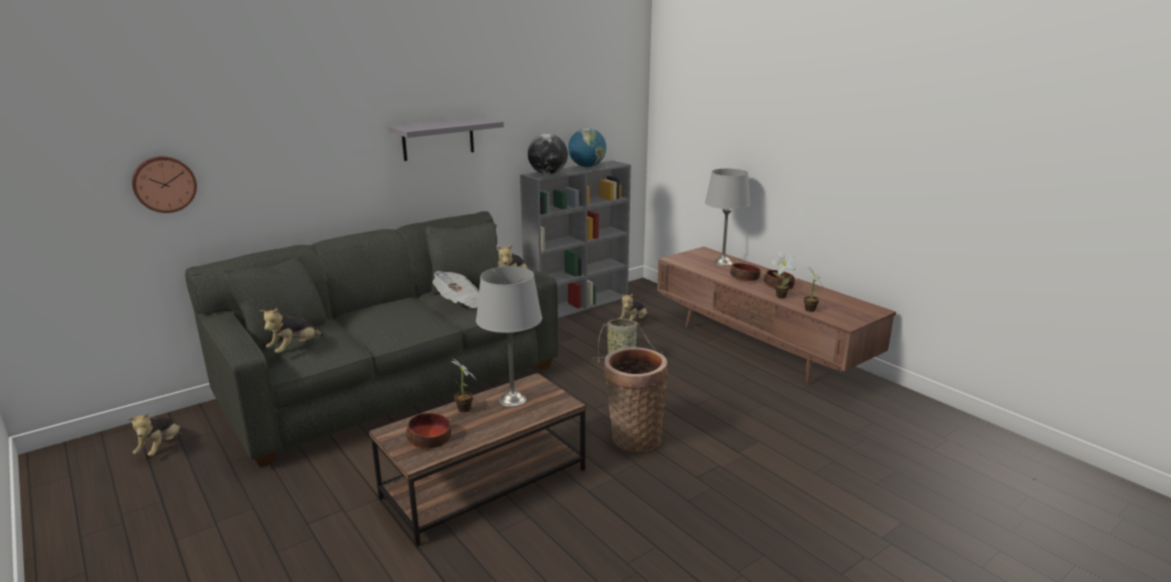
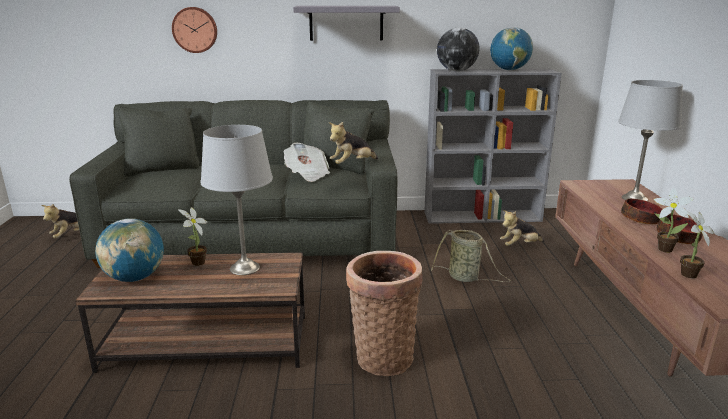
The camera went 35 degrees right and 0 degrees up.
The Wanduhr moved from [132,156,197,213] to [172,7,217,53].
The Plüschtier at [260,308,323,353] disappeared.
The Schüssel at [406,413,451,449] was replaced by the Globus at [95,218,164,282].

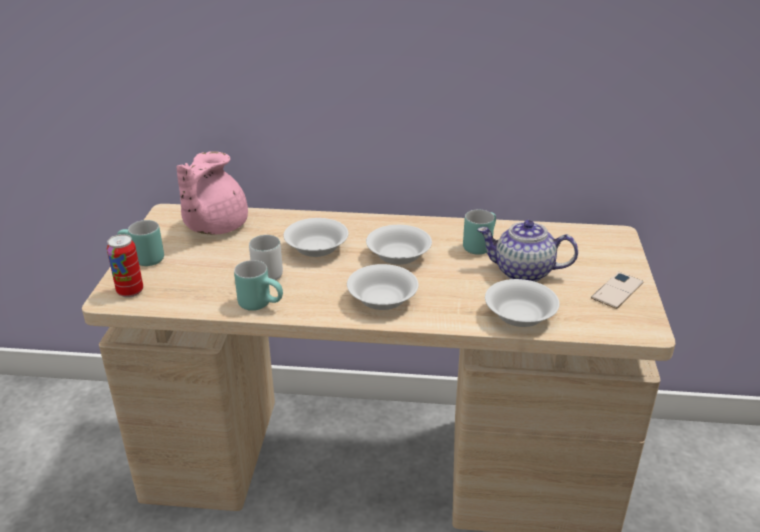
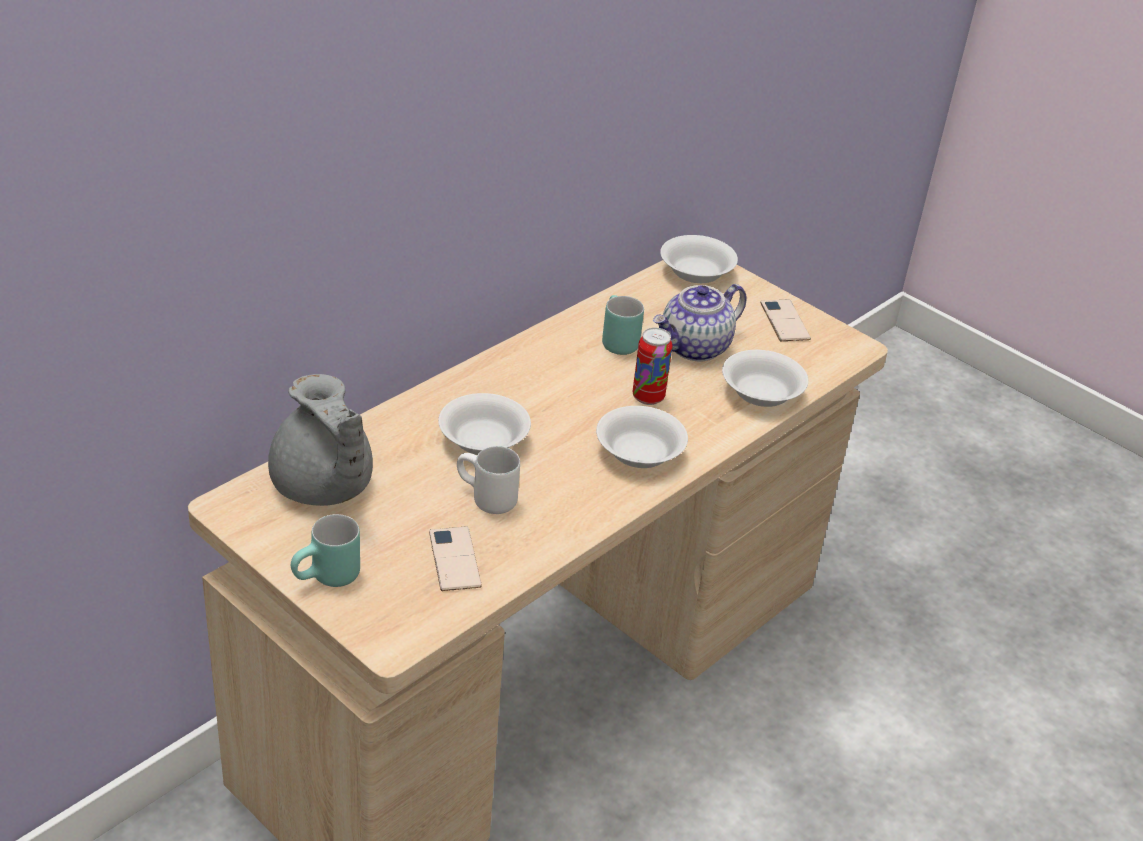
The camera went 55 degrees left and 5 degrees up.
The Dose moved from [107,234,143,298] to [632,328,673,405].
The Teekanne (rosa) at [176,151,248,235] became the Teekanne (grau) at [268,374,373,506].
The Henkelbecher (türkis) at [234,260,283,311] disappeared.
The Schüssel (weiß) moved from [366,225,432,265] to [660,235,738,283].
The Handy at [429,526,482,591] appeared.

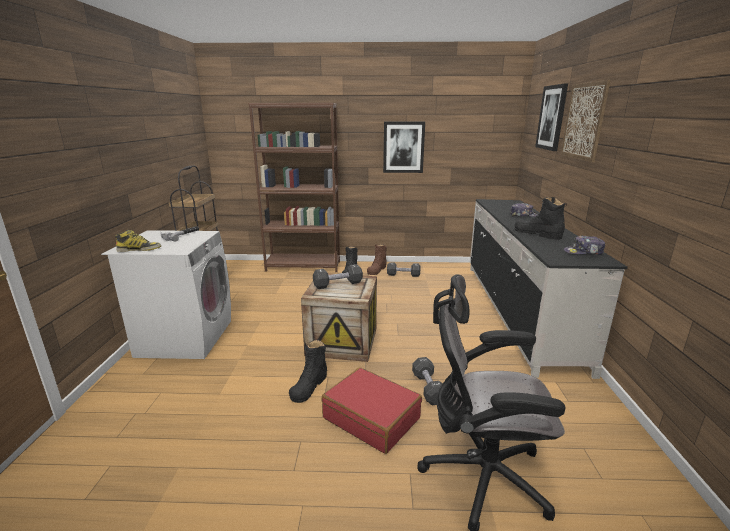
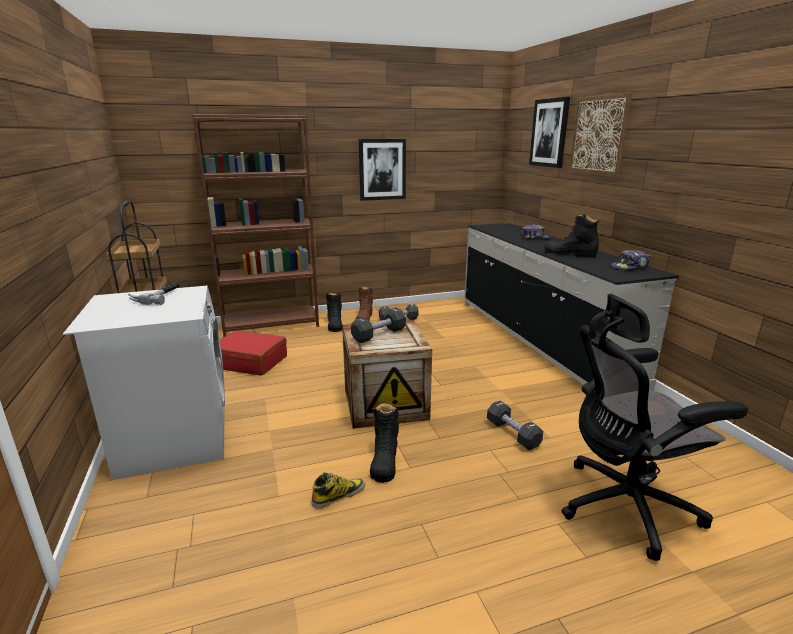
The camera went 20 degrees left and 0 degrees up.
The Stiefel moved from [116,230,161,252] to [312,472,365,509].
The Koffer (rot) moved from [322,367,422,454] to [220,330,287,376].

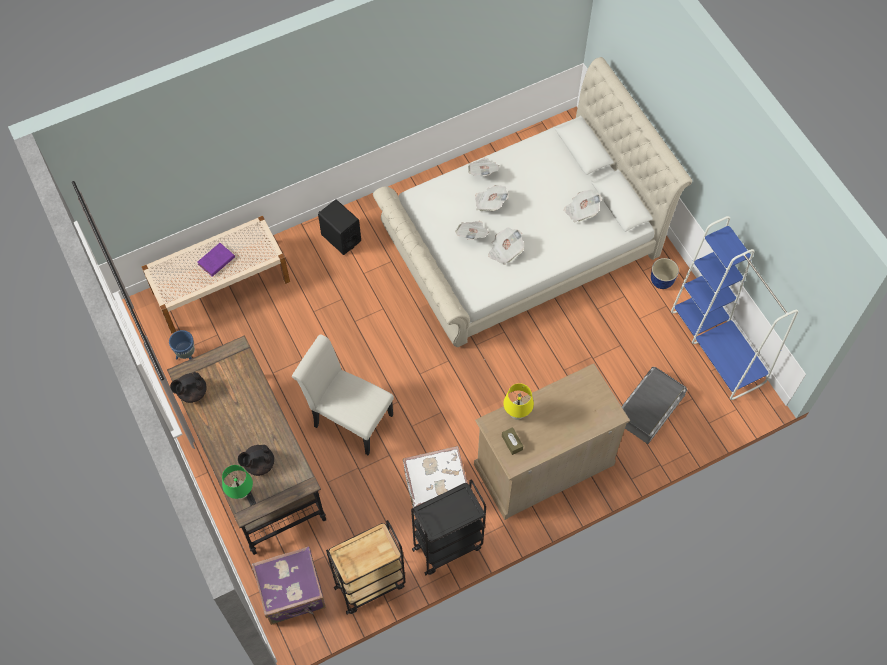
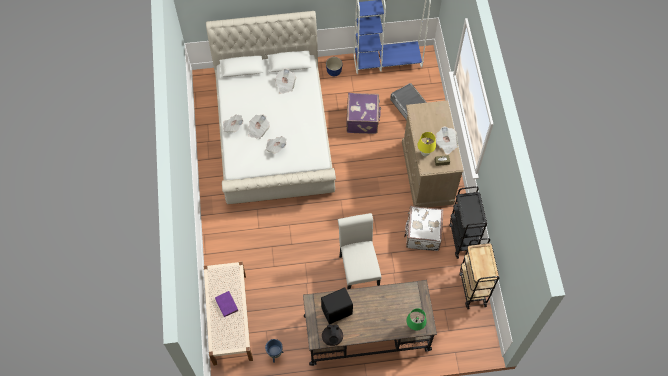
The camera went 70 degrees left and 0 degrees up.
The Teekanne (schwarz) at [238,445,274,476] disappeared.
The Koffer (lila) moved from [252,546,326,625] to [347,93,381,134].
The Stuhl (weiß) at [292,334,394,455] turned 120 degrees clockwise.
The Lautsprecher (schwarz) moved from [318,199,361,255] to [321,287,353,324].
The Zeitung moved from [488,227,524,265] to [436,126,458,155].

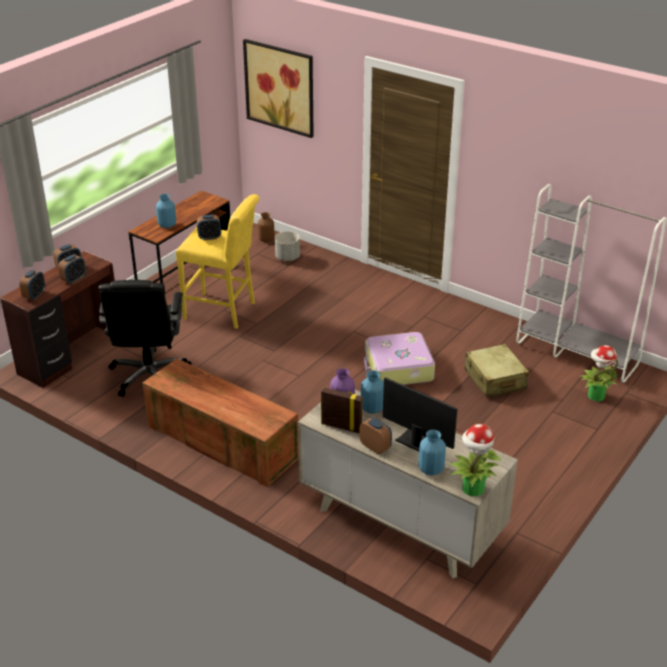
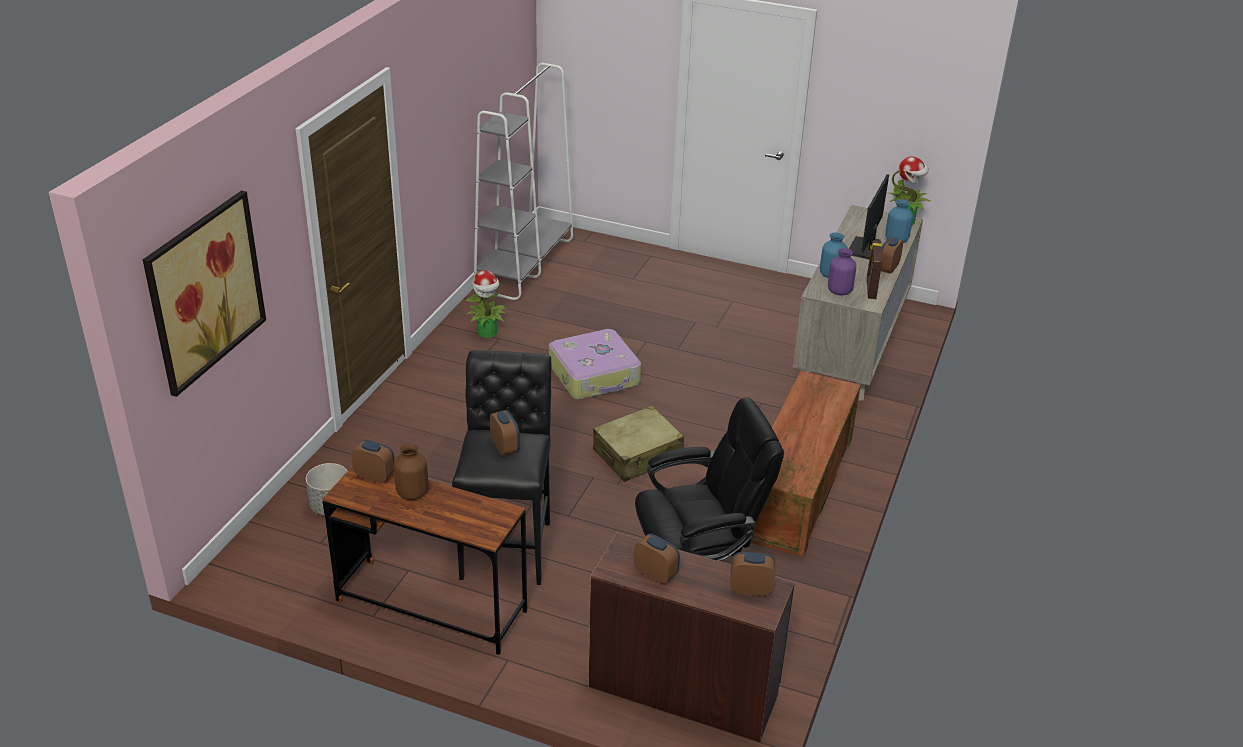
The camera went 105 degrees left and 0 degrees up.
The Wecker moved from [58,254,86,284] to [351,440,395,484].
The Vase (blau) at [156,194,176,228] disappeared.
The Hocker (gelb) at [176,194,259,329] became the Hocker (schwarz) at [452,350,552,585].
The Vase (braun) moved from [258,212,274,242] to [394,443,429,500].
The Koffer (beige) moved from [465,344,529,398] to [593,406,684,482].
The Topfpflanze moved from [581,345,618,401] to [465,270,506,338].

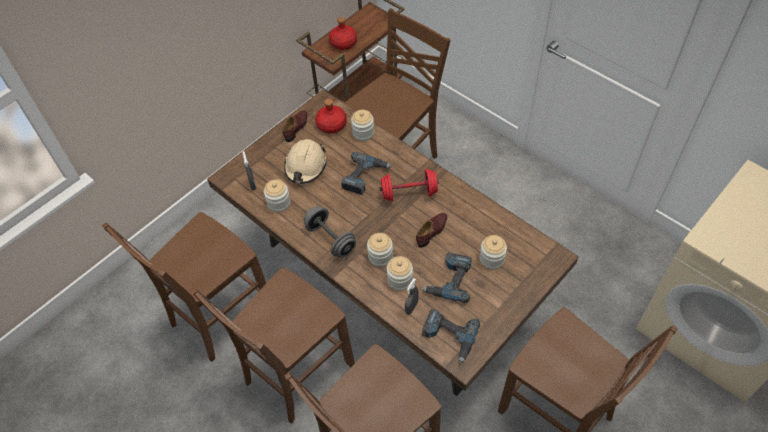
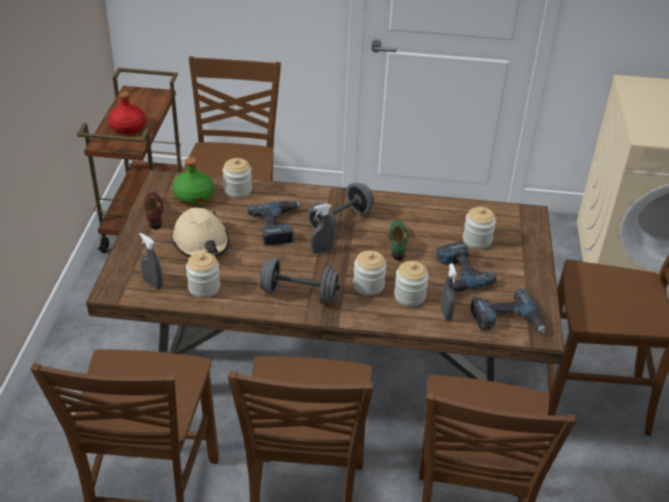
The camera went 40 degrees left and 15 degrees down.
The Flasche (rot) at [315,99,347,134] became the Flasche (grün) at [173,157,214,204].
The Hantel (rot) at [380,169,439,202] became the Hantel (grau) at [308,183,374,230].
The Schuh (braun) at [416,213,447,248] became the Schuh (grün) at [389,220,408,261].
The Sprühflasche (grau) at [310,204,335,254] appeared.

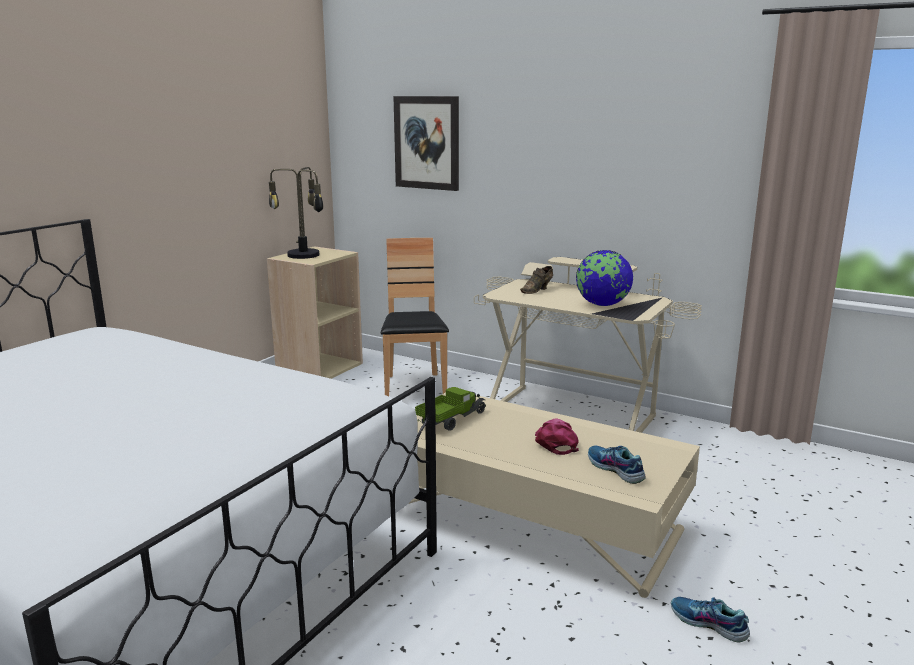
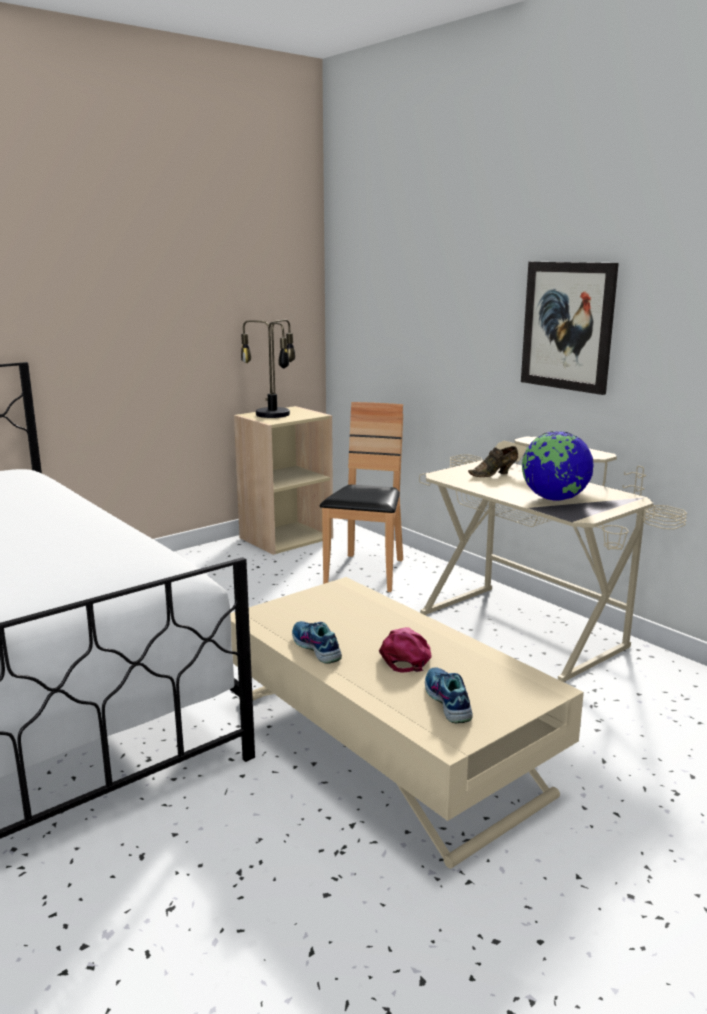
The camera went 20 degrees right and 0 degrees up.
The Bild moved from [393,96,459,191] to [521,262,619,395].
The Spielzeuglaster at [415,387,486,431] disappeared.
The Schuh moved from [671,597,750,643] to [292,621,342,664].

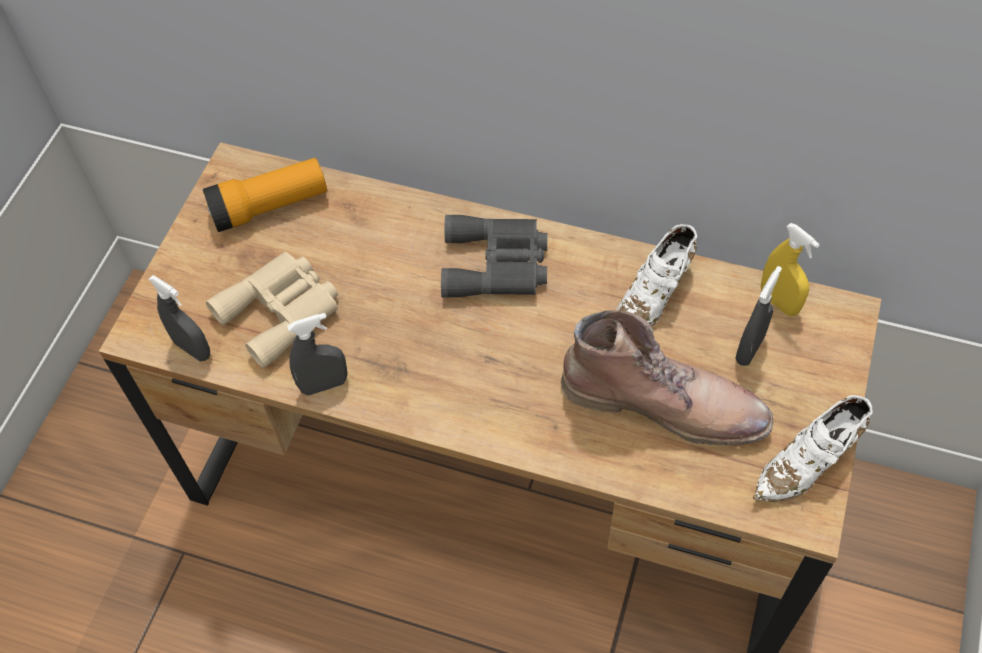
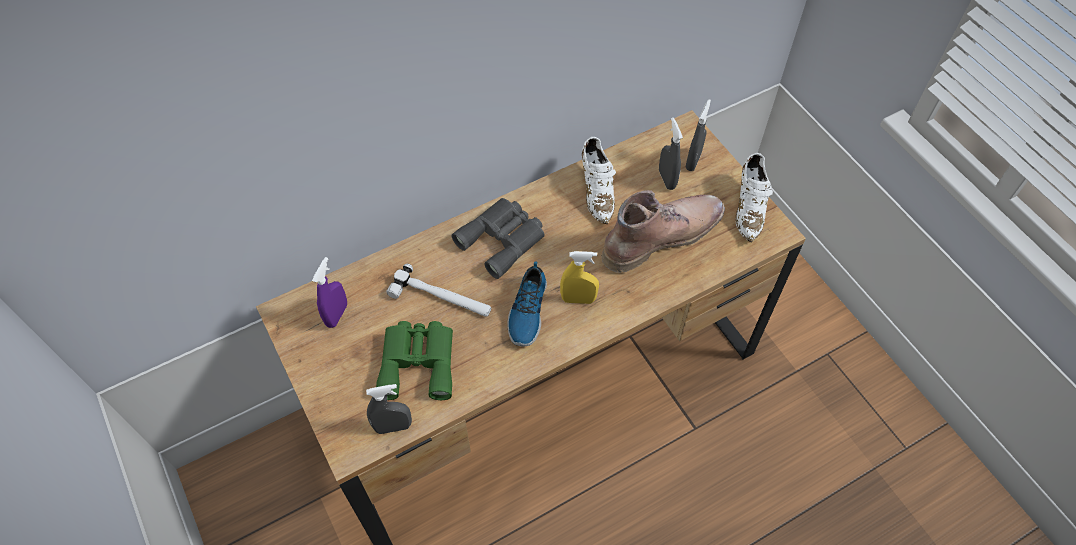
The camera went 50 degrees left and 0 degrees up.
The Taschenlampe at [203,158,327,232] was replaced by the Sprühflasche (lila) at [312,257,347,328].
The Fernglas (beige) at [206,252,338,368] became the Fernglas (grün) at [376,321,453,400].
The Sprühflasche (grau) moved from [287,313,348,395] to [685,99,711,171].
The Sprühflasche (gelb) moved from [761,223,820,316] to [560,251,599,304].
The Hammer at [386,264,491,317] appeared.
The Schuh at [507,261,547,346] appeared.

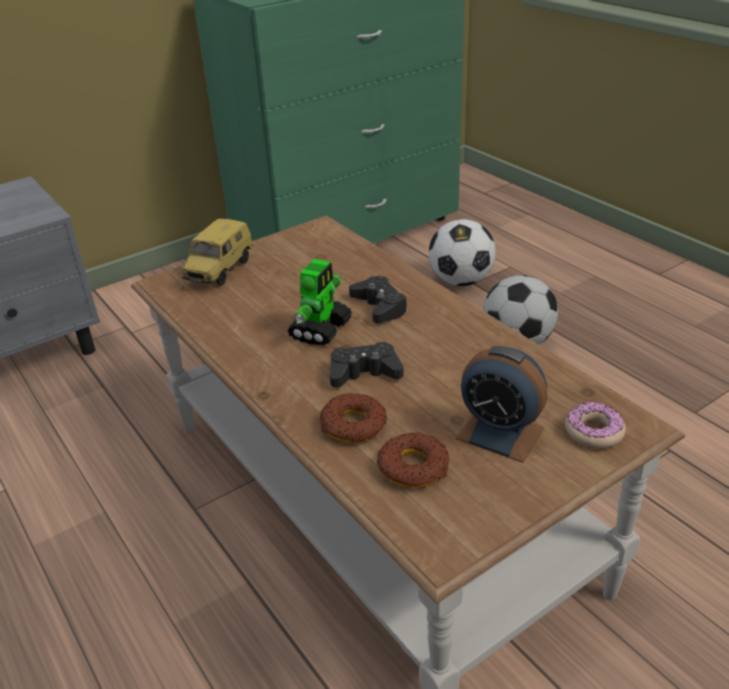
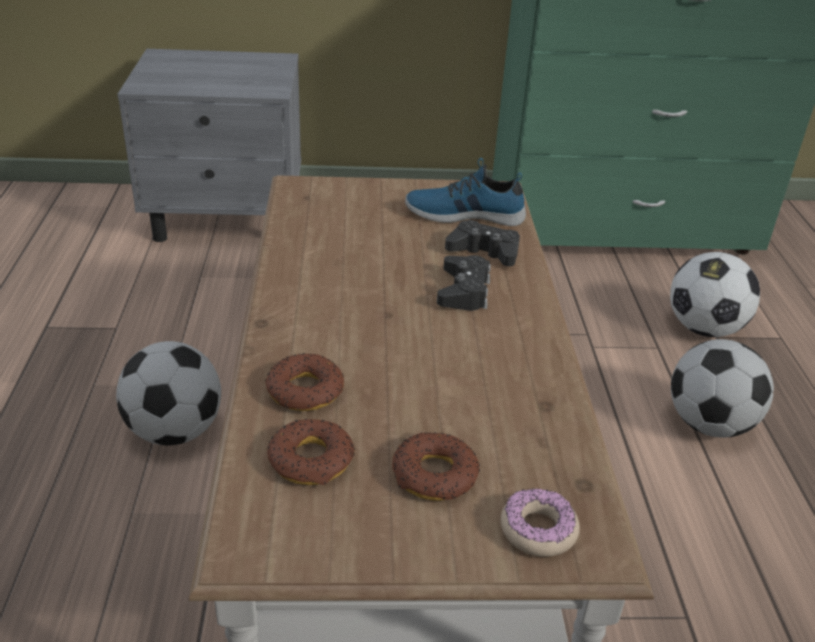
The camera went 30 degrees right and 0 degrees up.
The Spielzeugauto at [182,218,254,285] disappeared.
The Spielzeugroboter at [287,259,352,345] disappeared.
The Gamepad (schwarz) moved from [330,342,404,387] to [445,220,520,266].
The Wecker at [456,346,548,463] was replaced by the Donut at [392,432,480,501].
The Fußball at [116,341,221,445] appeared.
The Schuh at [405,158,526,226] appeared.

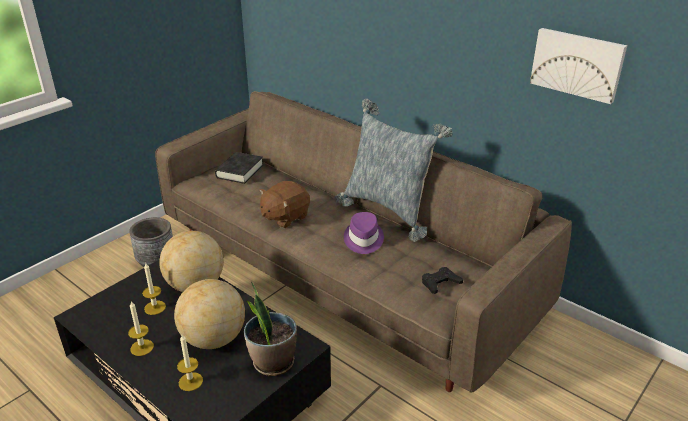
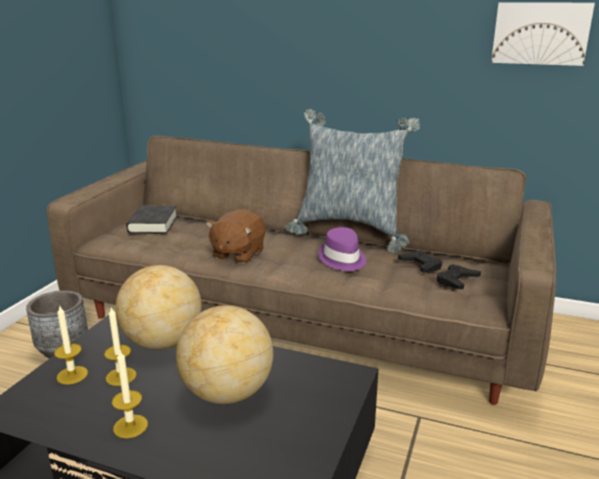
The camera went 20 degrees left and 10 degrees down.
The Kerze moved from [177,334,203,391] to [54,306,88,385].
The Topfpflanze at [244,282,297,376] disappeared.
The Gamepad (schwarz) at [398,250,442,273] appeared.

